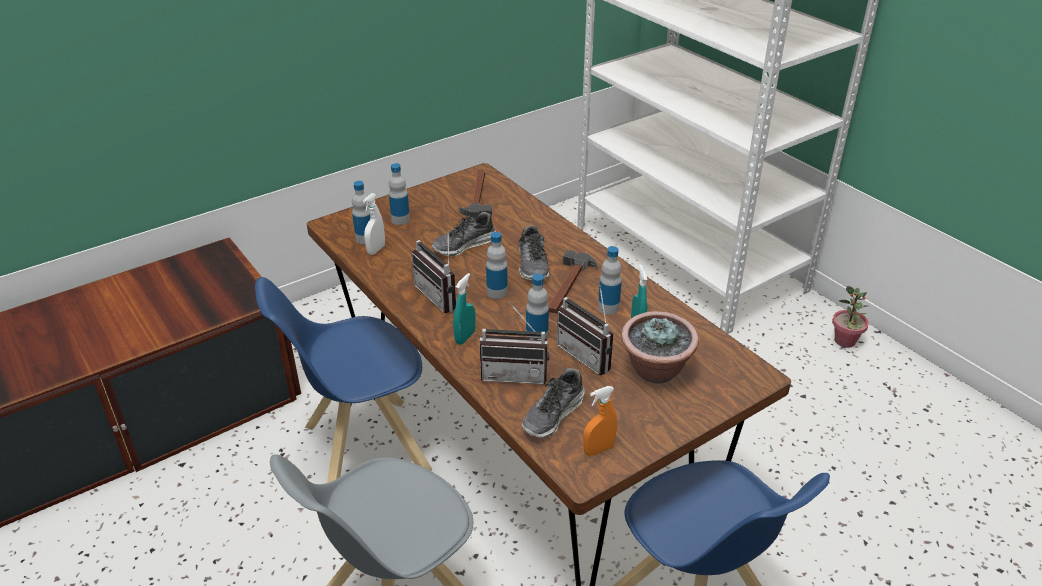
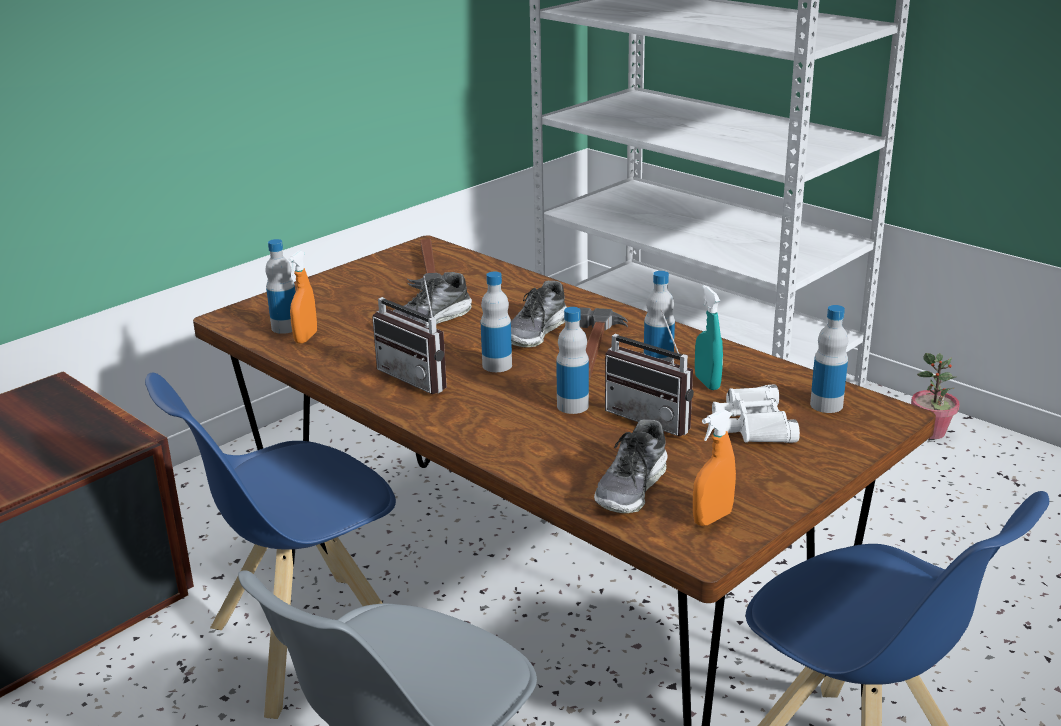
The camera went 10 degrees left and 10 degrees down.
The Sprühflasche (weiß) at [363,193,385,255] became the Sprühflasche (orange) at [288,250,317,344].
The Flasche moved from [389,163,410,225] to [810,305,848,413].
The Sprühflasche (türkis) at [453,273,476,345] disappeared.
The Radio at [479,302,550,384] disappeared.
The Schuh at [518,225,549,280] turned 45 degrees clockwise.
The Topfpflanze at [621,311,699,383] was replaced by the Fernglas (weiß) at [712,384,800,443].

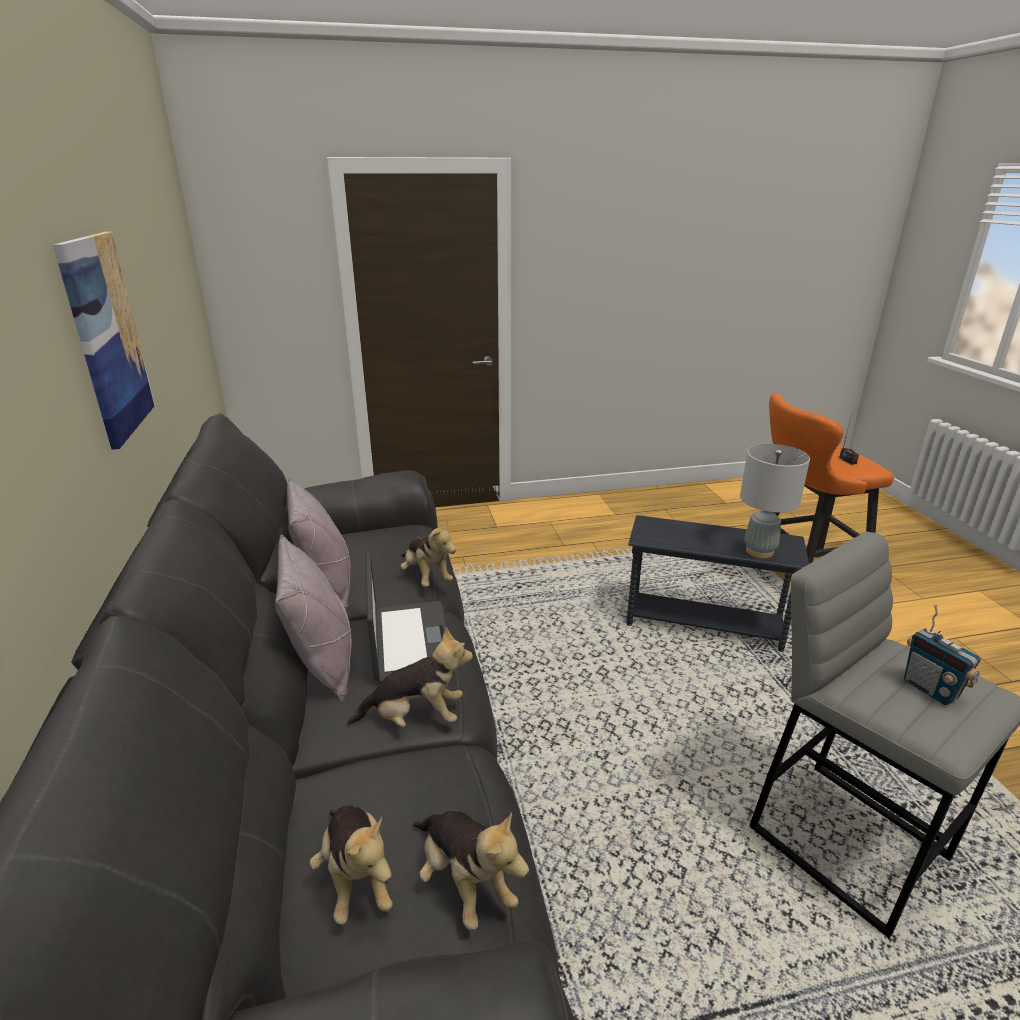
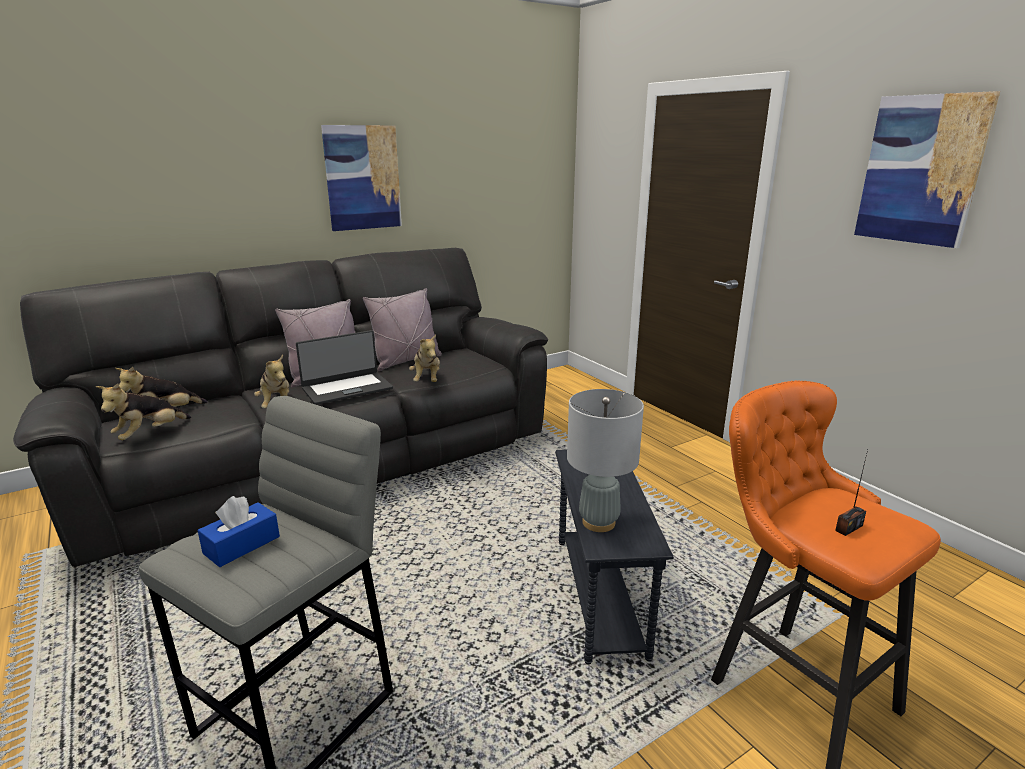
The camera went 70 degrees right and 5 degrees down.
The Plüschtier at [401,521,456,587] turned 45 degrees counterclockwise.
The Radio at [904,605,981,705] was replaced by the Taschentuchbox (blau) at [197,496,280,567].
The Bild at [854,91,1000,248] appeared.

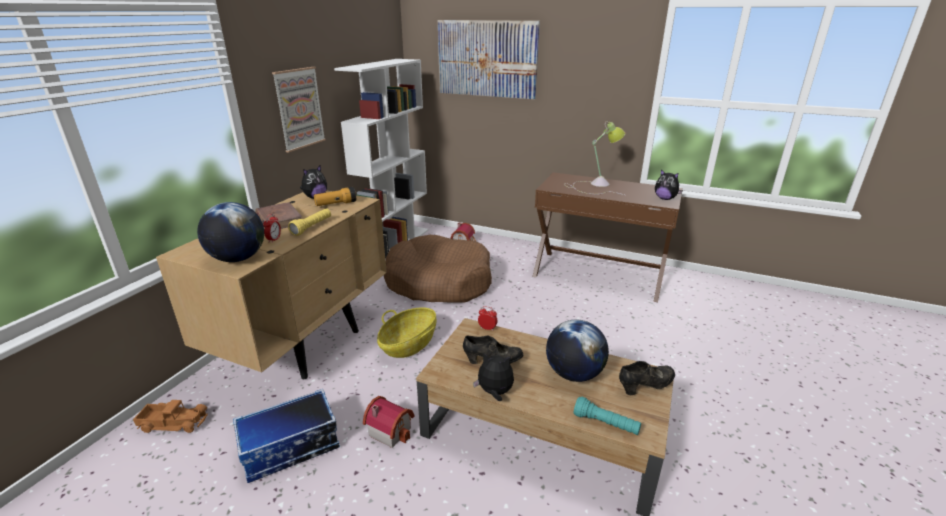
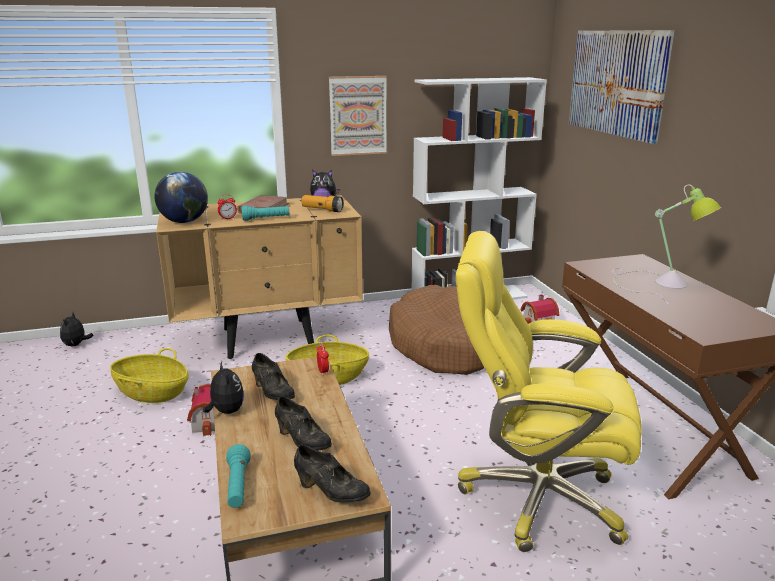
The camera went 50 degrees right and 5 degrees down.
The Spielzeuglaster at [133,400,208,433] disappeared.
The Aufbewahrungsbox at [233,389,340,483] was replaced by the Korb at [110,348,189,403].
The Taschenlampe (gelb) at [288,208,331,236] became the Taschenlampe (türkis) at [242,206,289,221].
The Globus at [546,319,609,382] was replaced by the Schuh (schwarz) at [275,396,332,450].
The Plüschtier moved from [655,169,683,200] to [60,312,93,346].
The Bürostuhl (gelb) at [456,231,642,552] appeared.

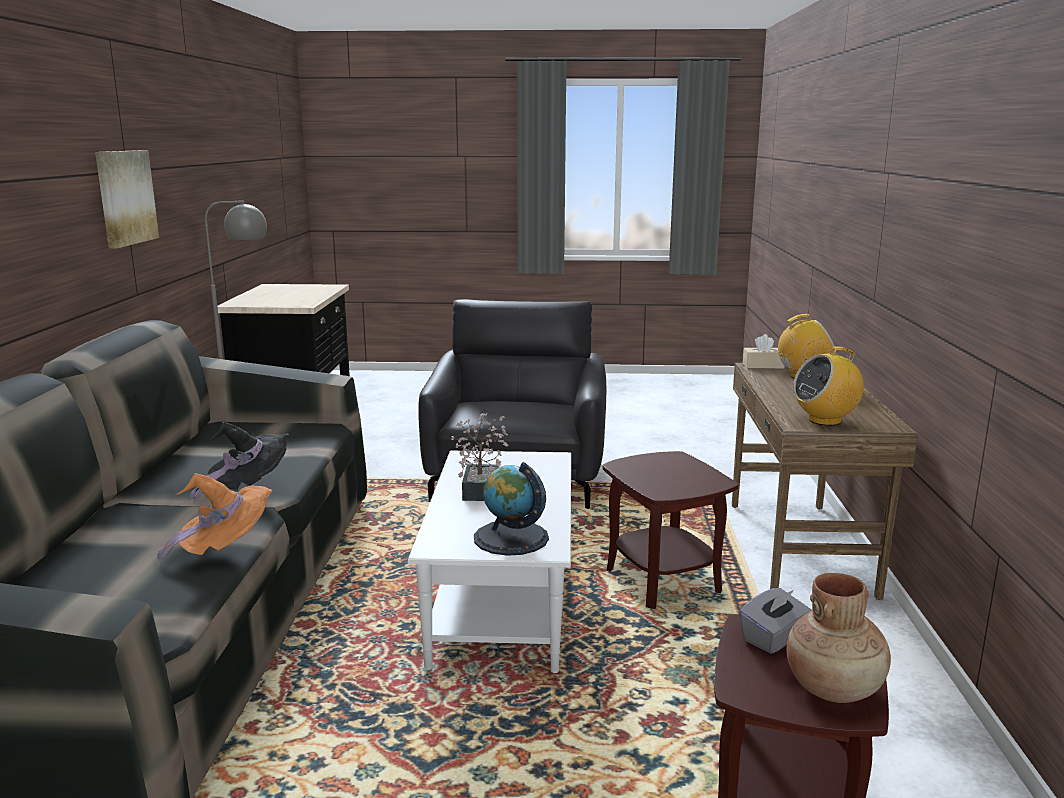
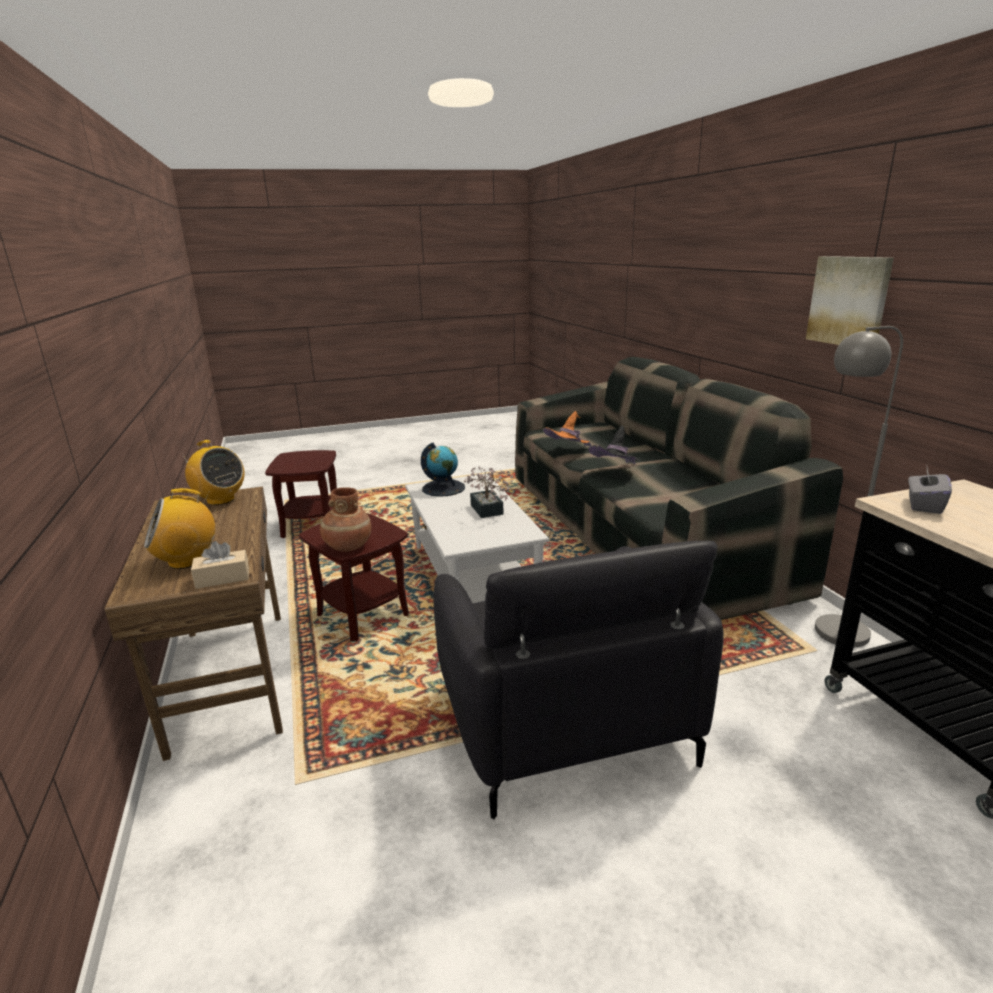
The camera went 160 degrees right and 5 degrees up.
The Taschentuchbox (grau) moved from [739,588,812,654] to [908,467,952,514].
The Vase (braun) moved from [787,573,891,703] to [320,487,371,552].
The Radio at [793,346,864,426] turned 75 degrees clockwise.

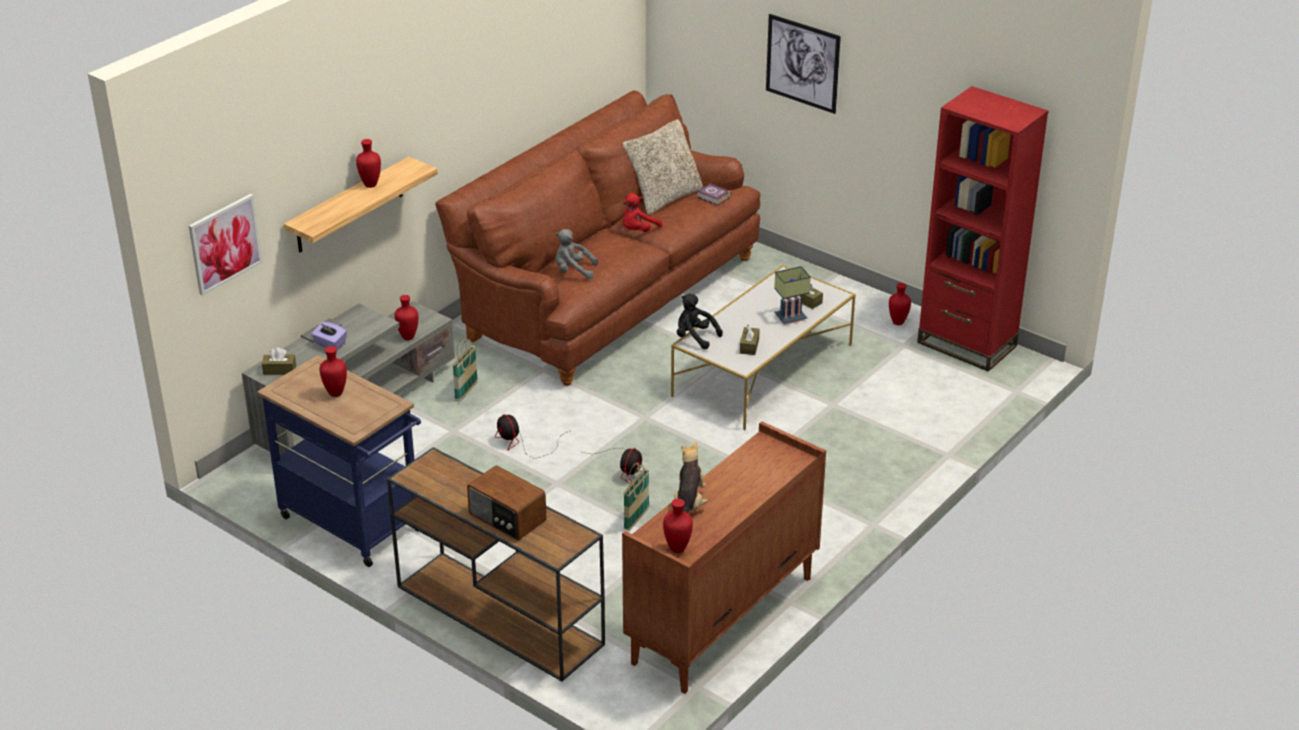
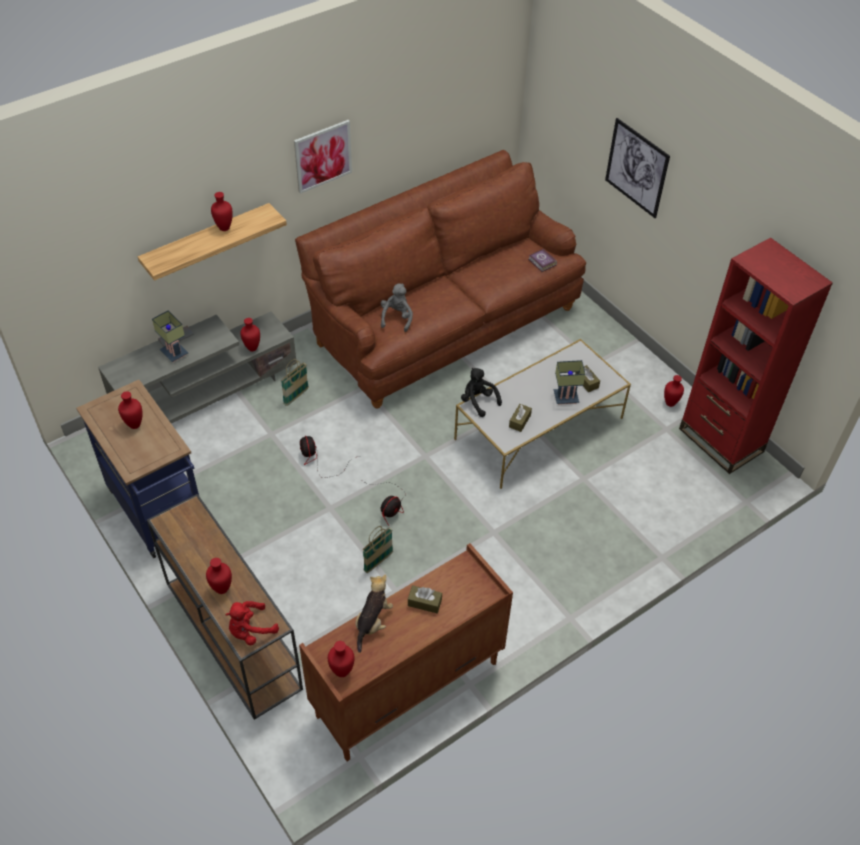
The camera went 15 degrees right and 15 degrees up.
The Bild moved from [189,194,263,296] to [294,120,352,194].
The Taschentuchbox (braun) moved from [262,348,296,375] to [408,585,442,613].
The Taschentuchbox (lila) at [311,322,347,349] was replaced by the Tischlampe at [152,311,188,362].
The Radio at [467,465,547,540] was replaced by the Vase (rot) at [206,558,232,594].
The Plüschtier (grau) at [555,229,598,279] turned 75 degrees clockwise.
The Kissen (beige) at [623,119,703,214] disappeared.
The Plüschtier (rot) moved from [623,193,662,232] to [225,601,279,645].

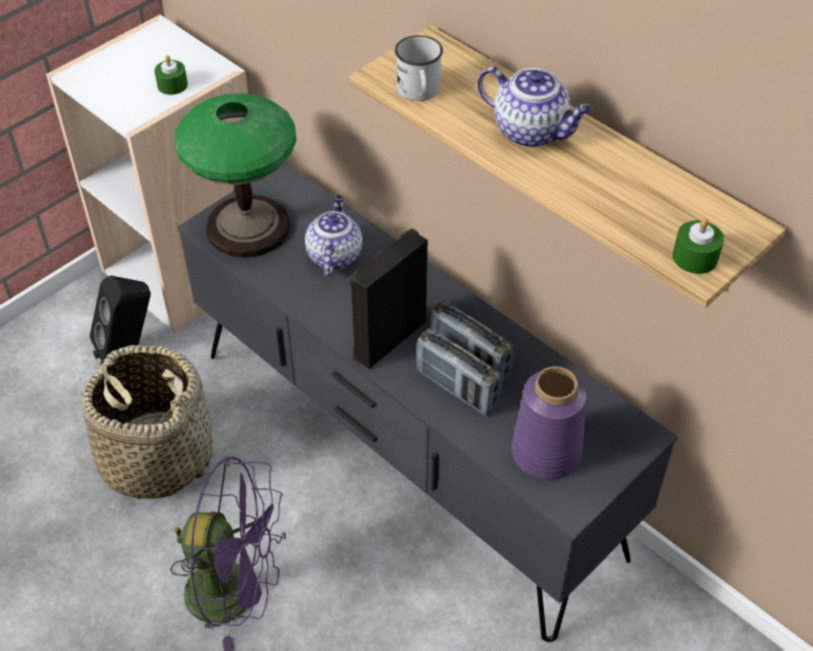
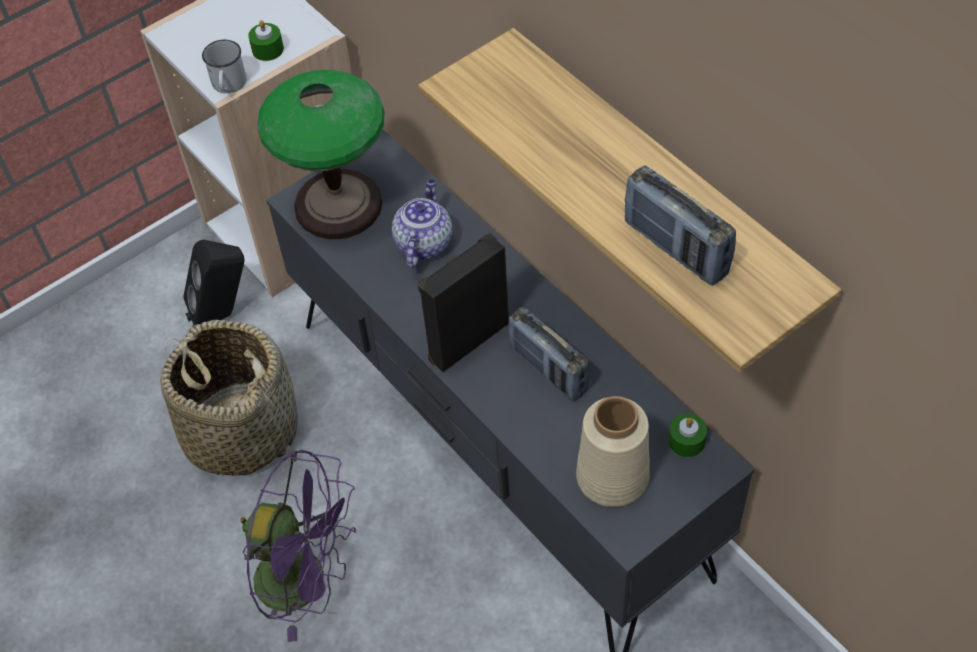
The camera went 10 degrees right and 5 degrees up.
The Henkelbecher (weiß) moved from [395,35,443,101] to [202,40,247,93].
The Radio moved from [416,328,502,416] to [625,165,736,286].
The Teekanne at [477,66,592,147] disappeared.
The Vase (lila) at [512,366,587,480] became the Vase (beige) at [576,396,650,507].
The Kerze (grün) moved from [673,218,724,274] to [668,413,707,457].

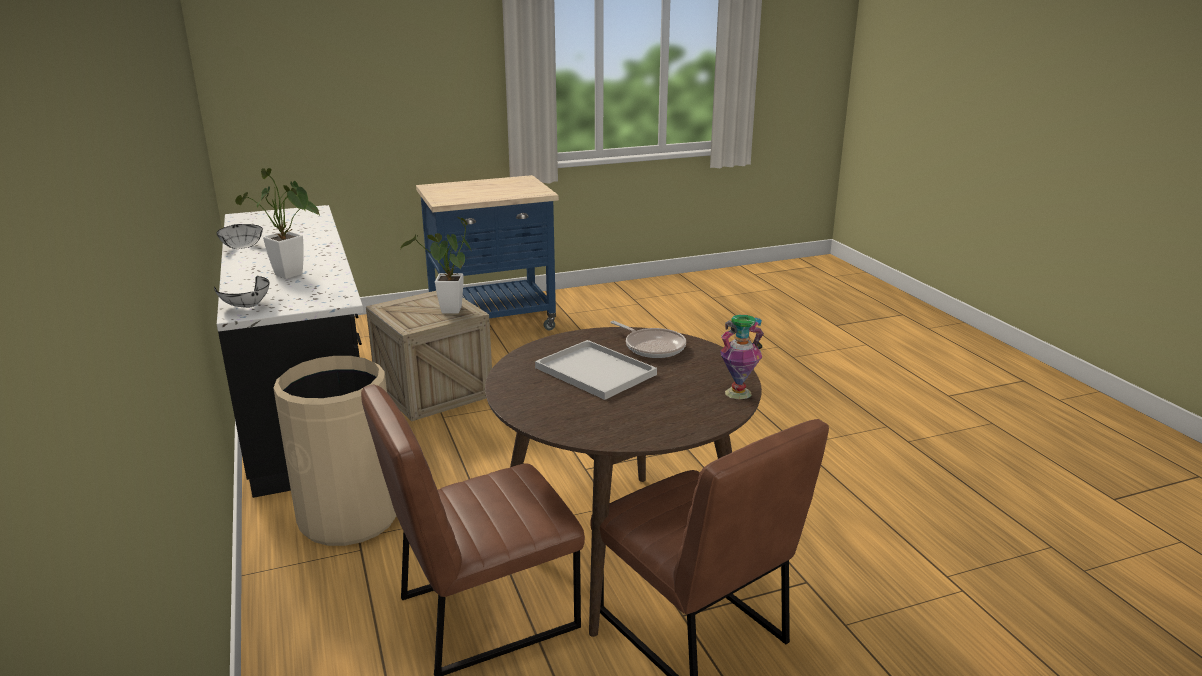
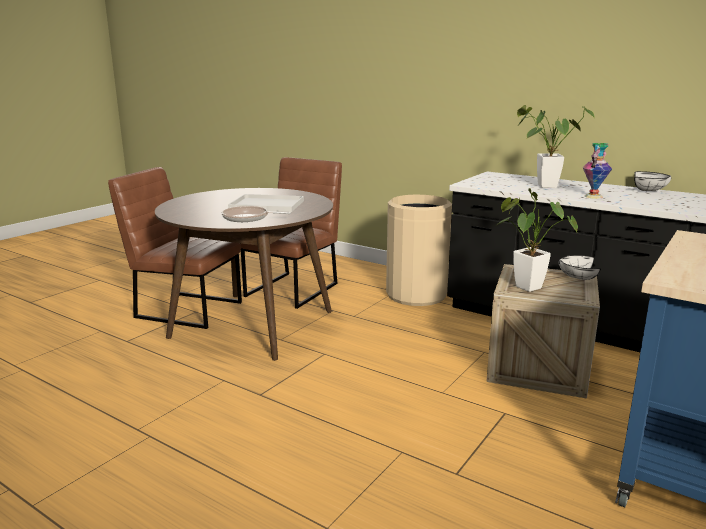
The camera went 145 degrees right and 5 degrees down.
The Schüssel (weiß) moved from [214,276,269,308] to [559,255,601,280].
The Vase moved from [720,315,764,400] to [583,143,612,199].

